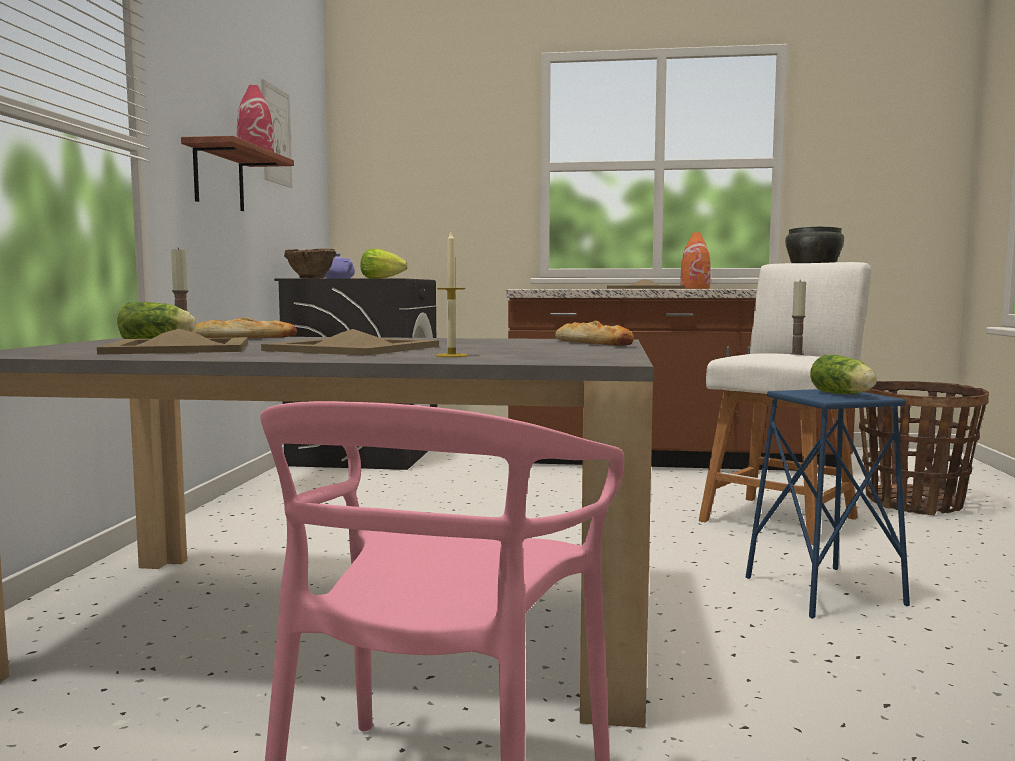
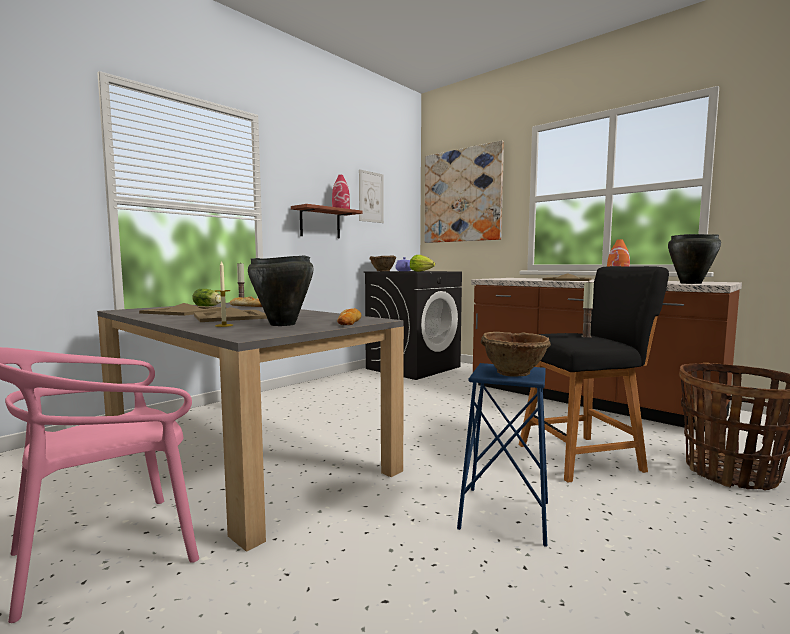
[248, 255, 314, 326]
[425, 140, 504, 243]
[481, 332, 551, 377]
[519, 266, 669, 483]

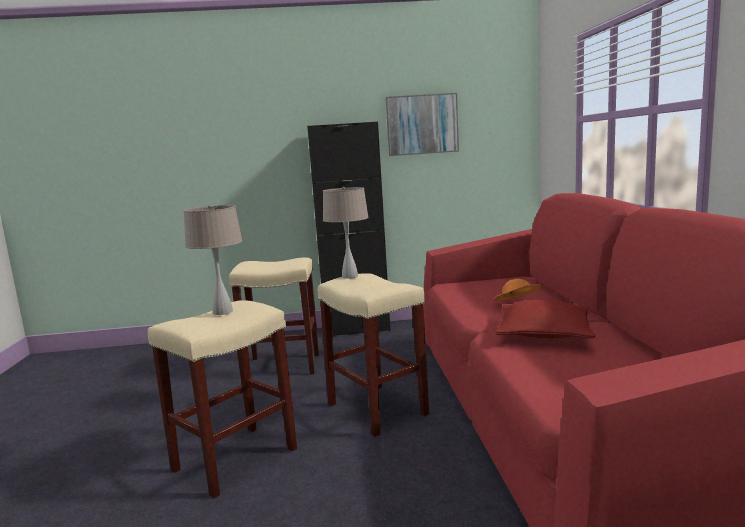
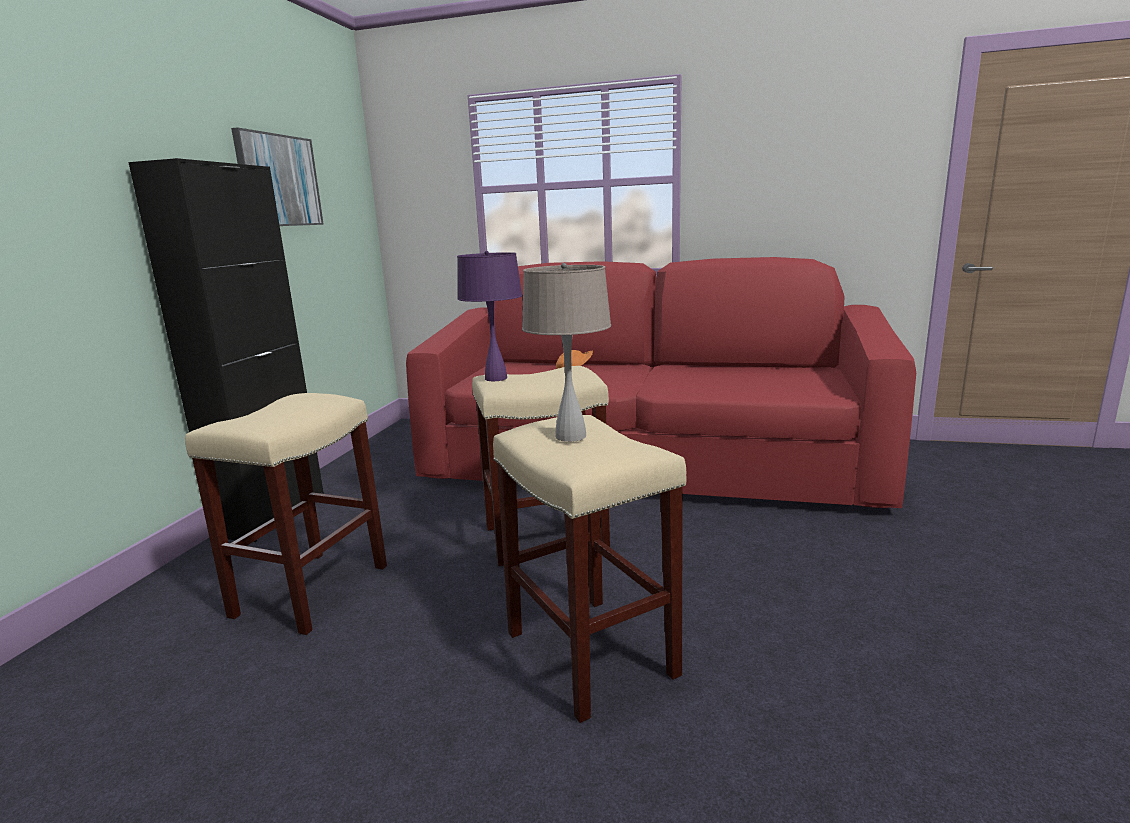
[457, 251, 522, 381]
[495, 300, 596, 338] (first image)

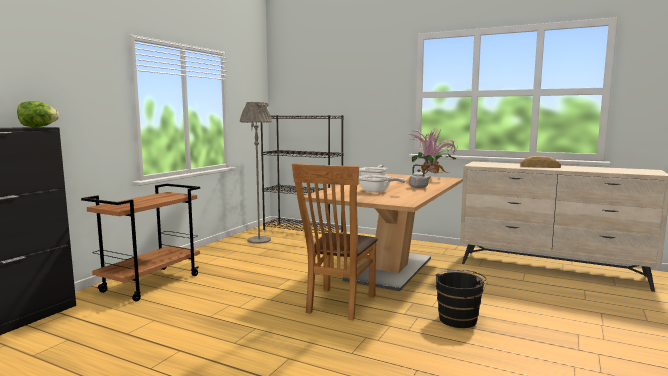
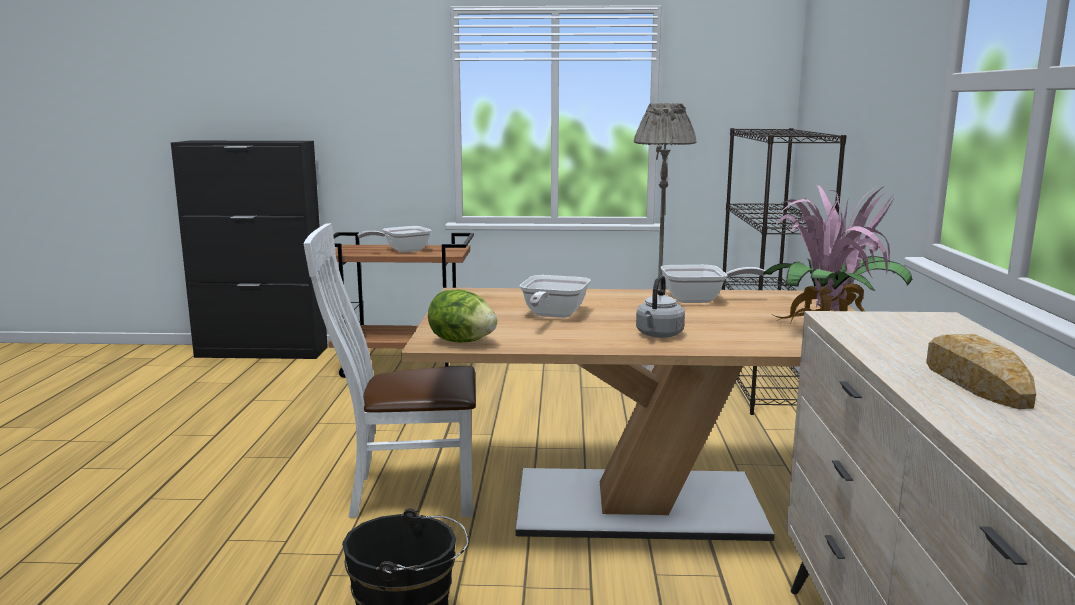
[303, 223, 476, 518]
[358, 226, 432, 253]
[428, 290, 497, 343]

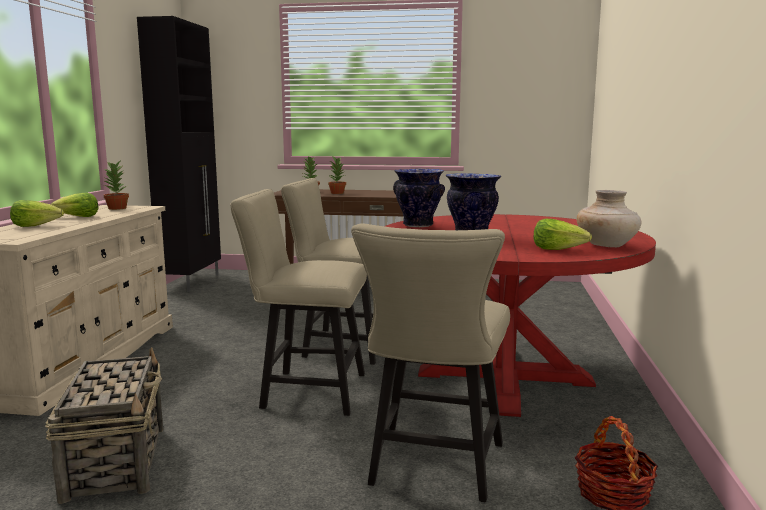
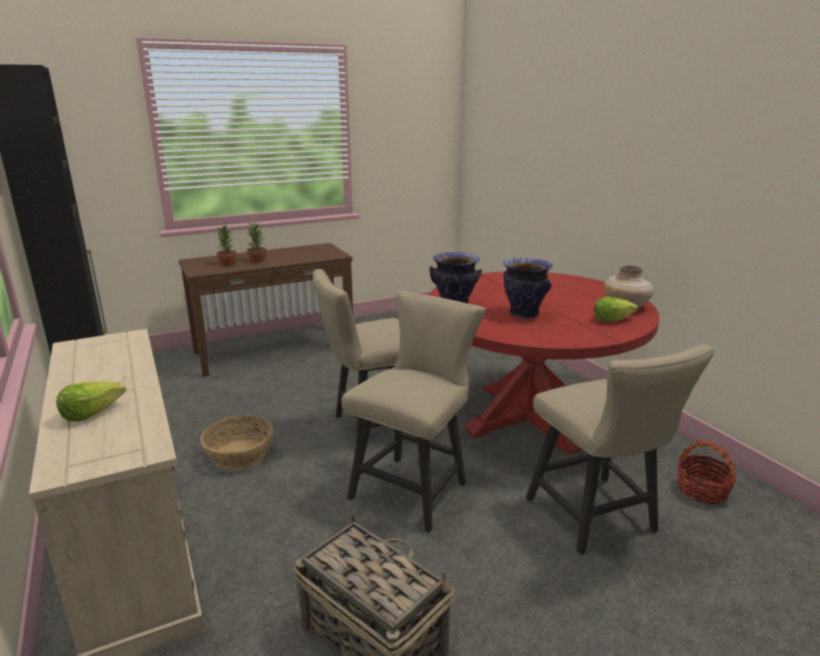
[201, 415, 273, 469]
[341, 291, 486, 533]
[51, 193, 99, 217] (first image)
[104, 161, 129, 210] (first image)

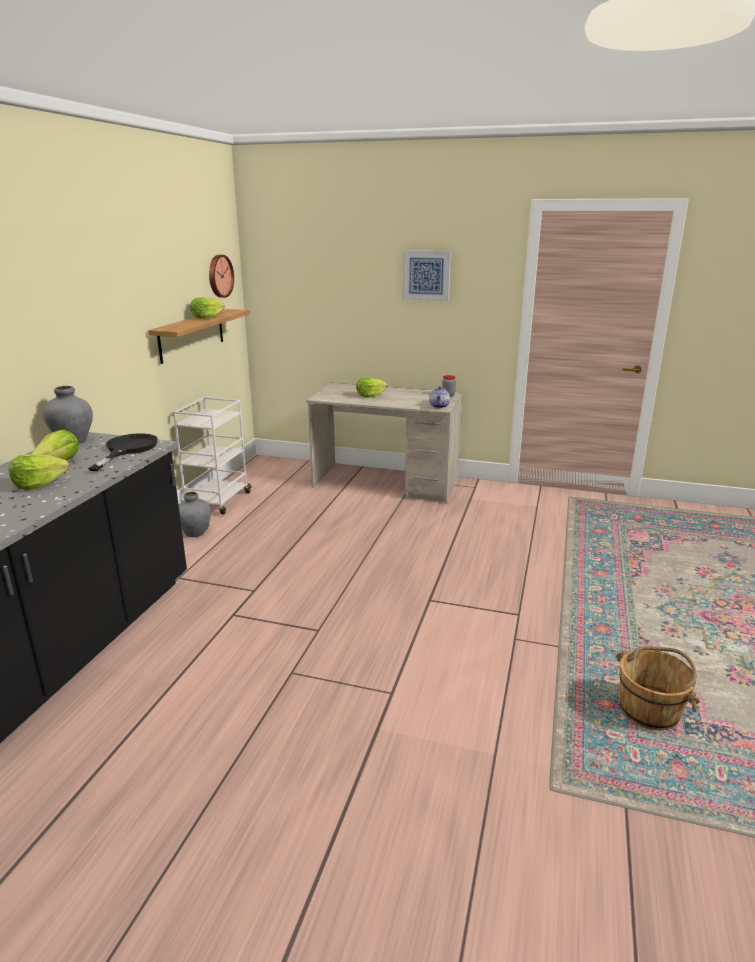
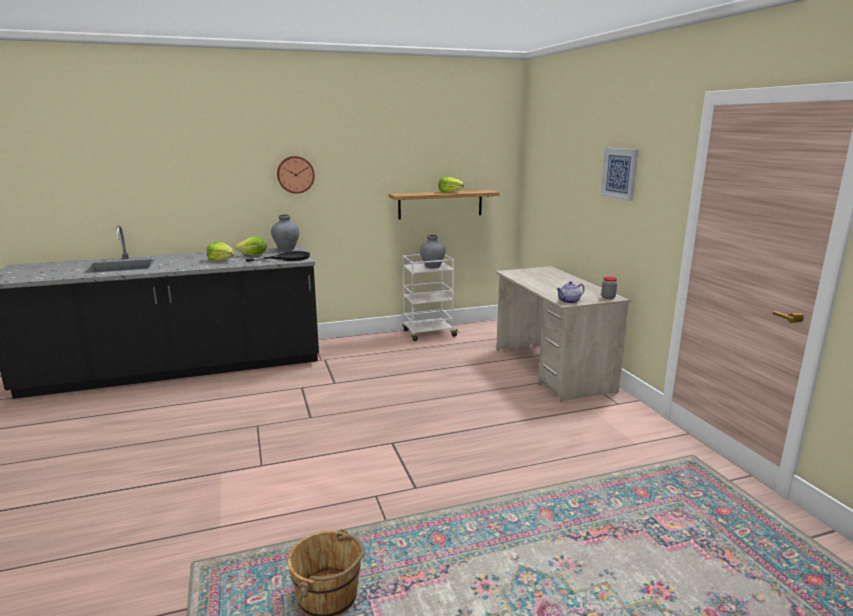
[277, 156, 315, 194]
[420, 235, 446, 268]
[356, 377, 388, 398] (first image)

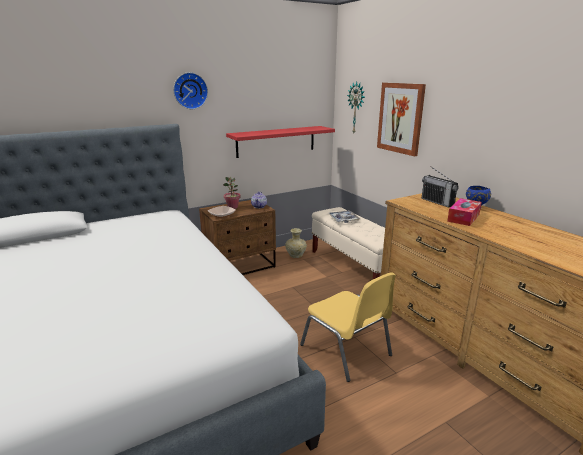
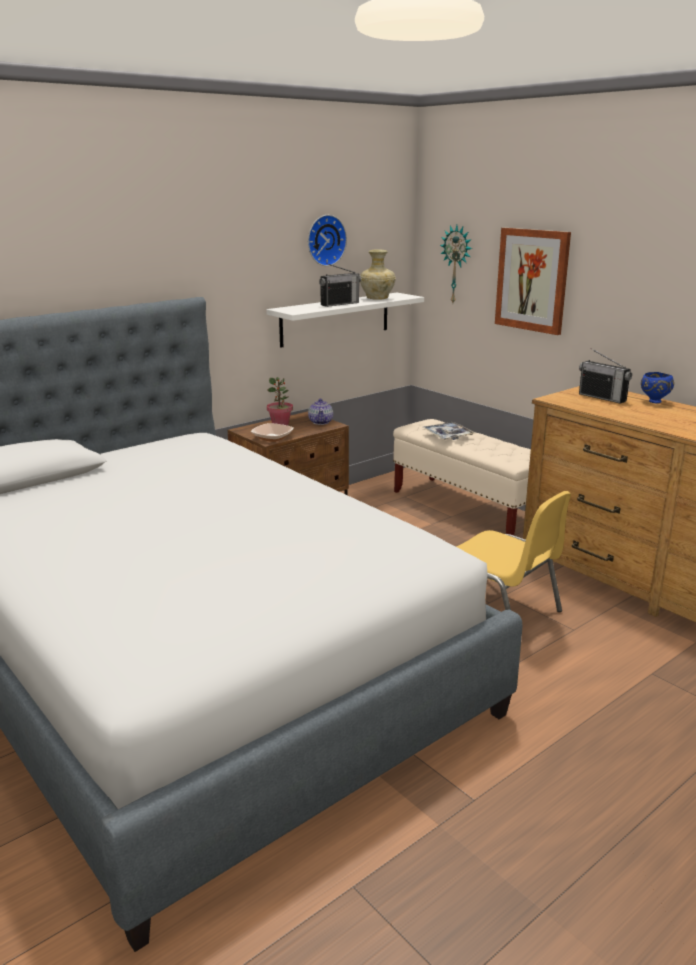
[267, 293, 424, 347]
[308, 215, 347, 266]
[319, 263, 361, 307]
[360, 249, 396, 300]
[447, 198, 482, 226] (first image)

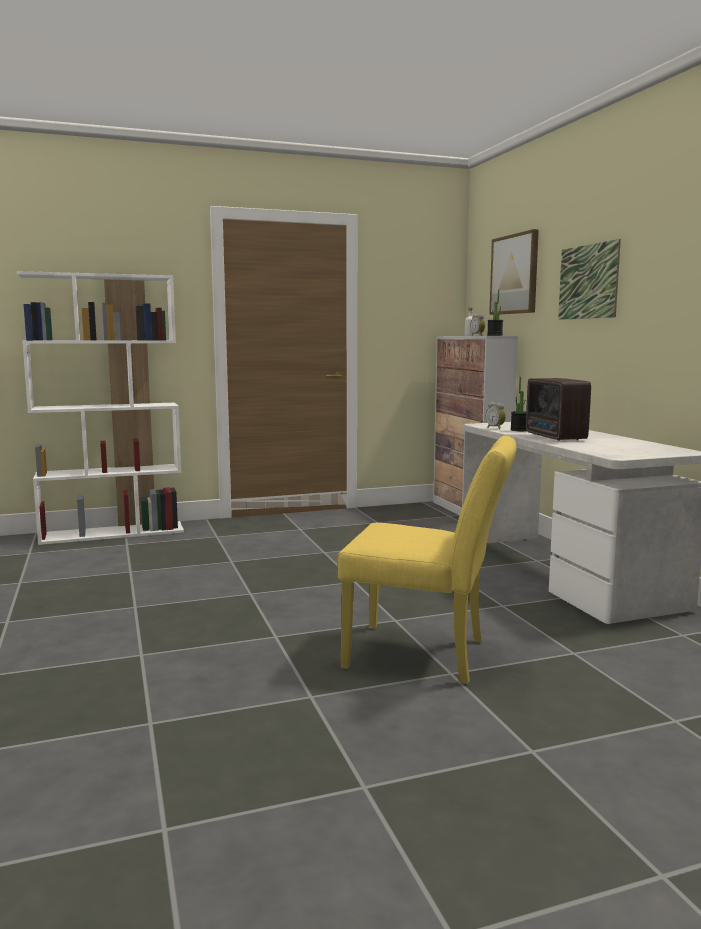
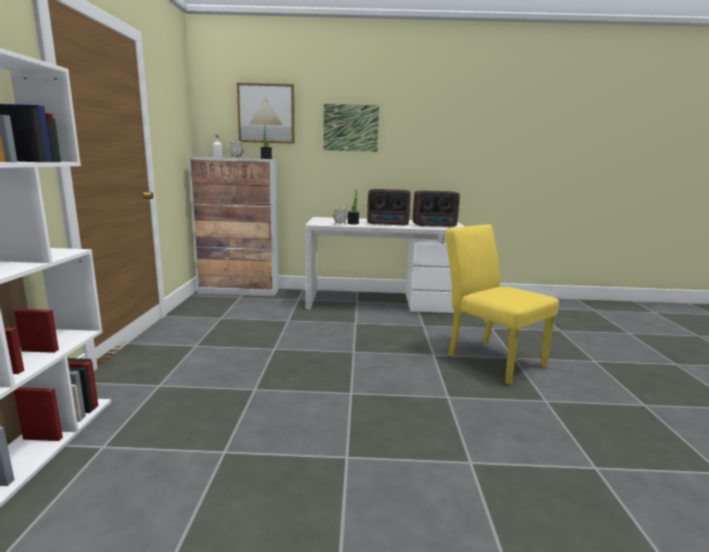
[413, 190, 460, 227]
[445, 224, 559, 385]

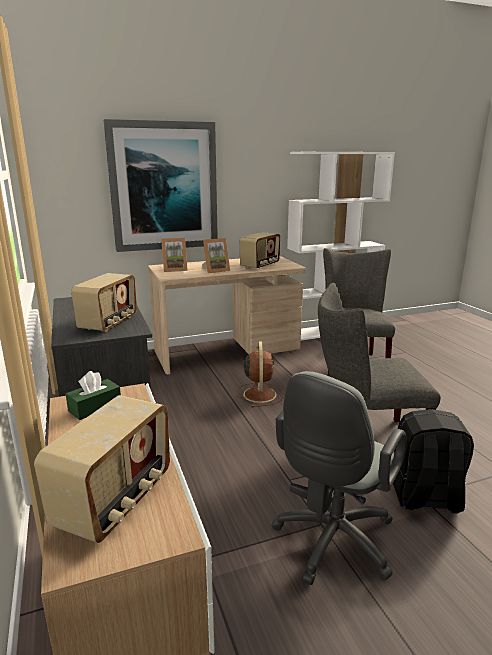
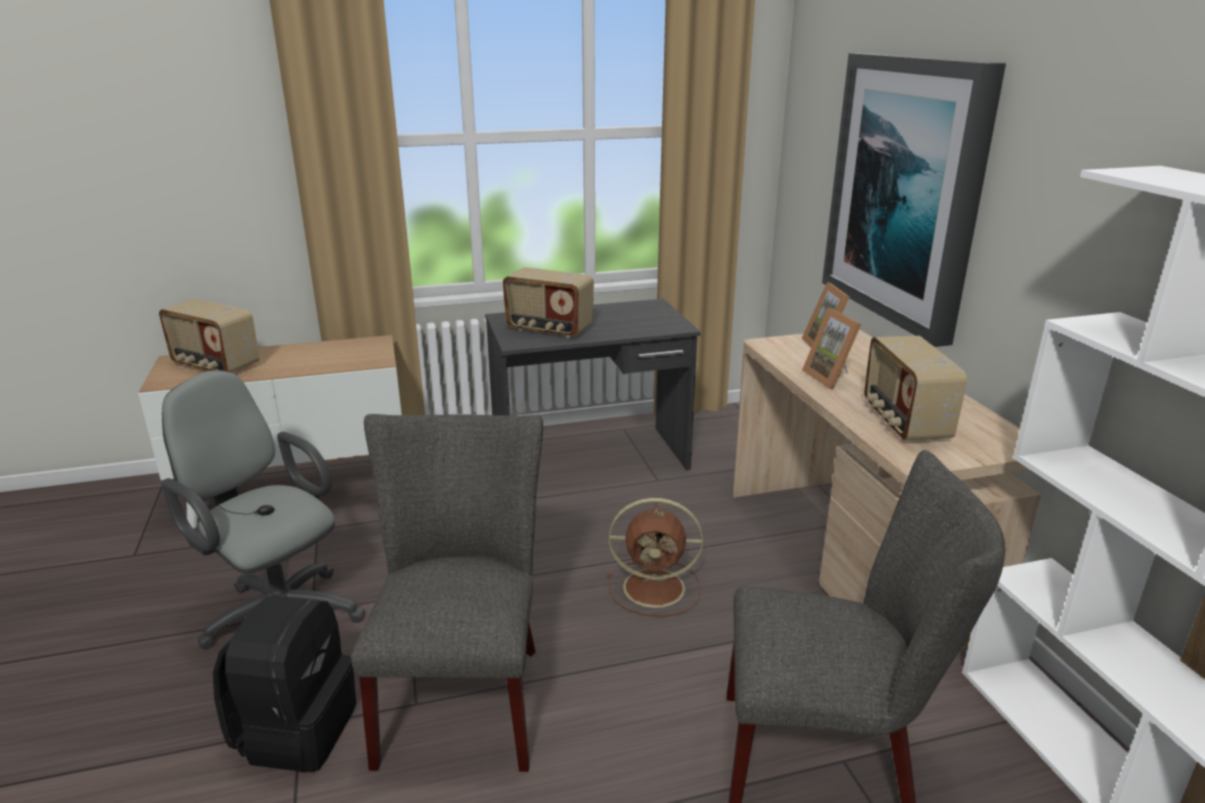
[864, 336, 967, 440]
[66, 371, 121, 420] (first image)

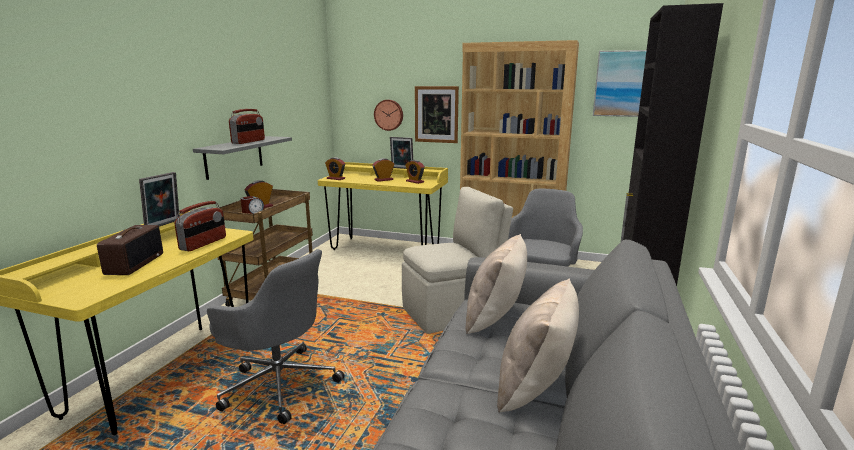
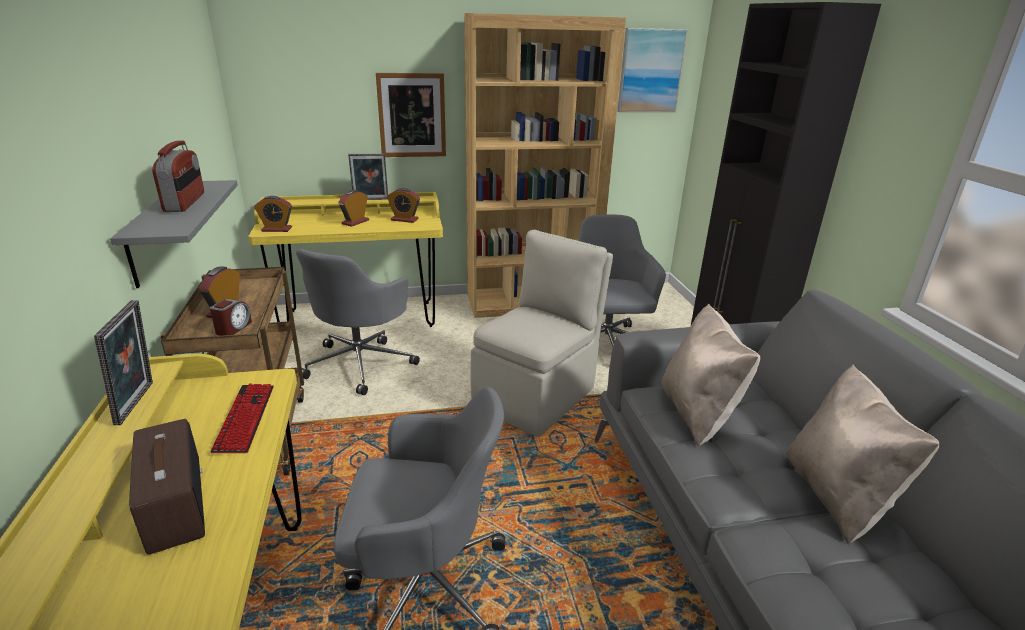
[210, 383, 274, 453]
[296, 249, 420, 395]
[374, 100, 403, 131] (first image)

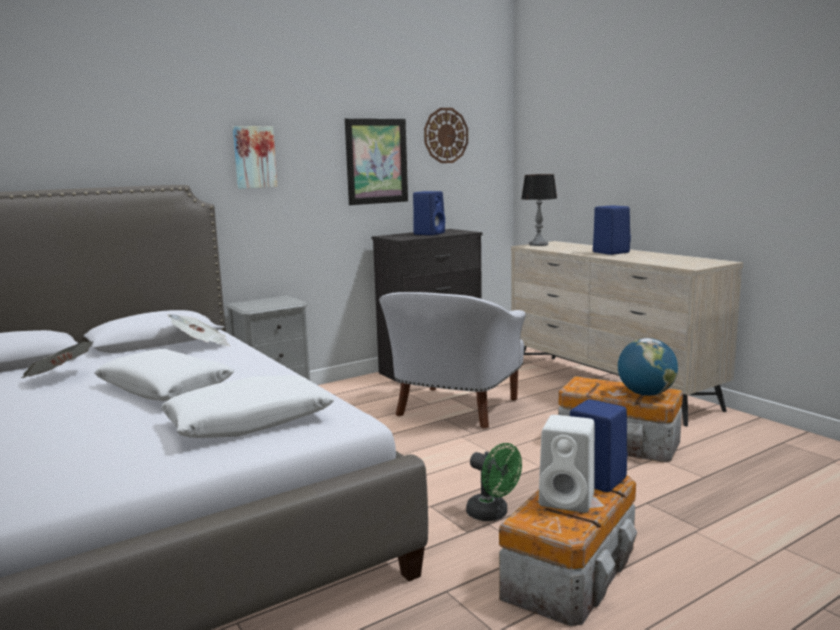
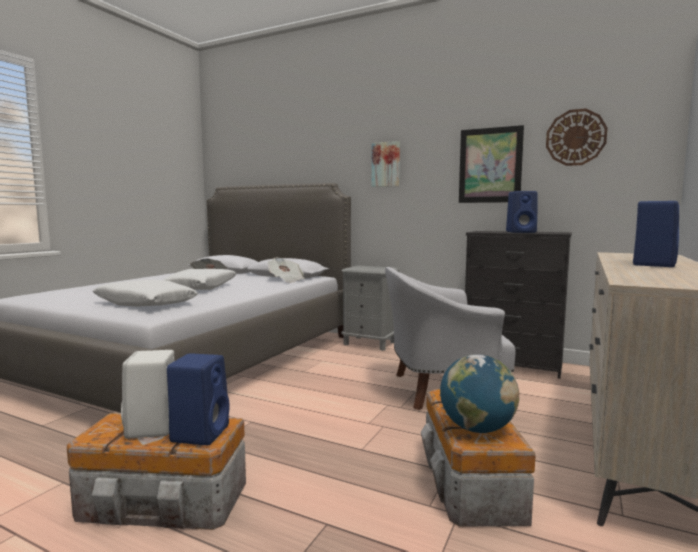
[466, 443, 522, 521] (first image)
[521, 174, 557, 246] (first image)

